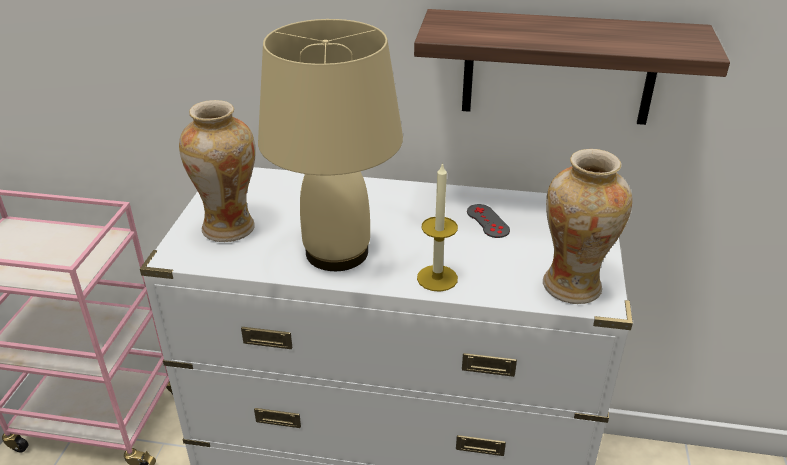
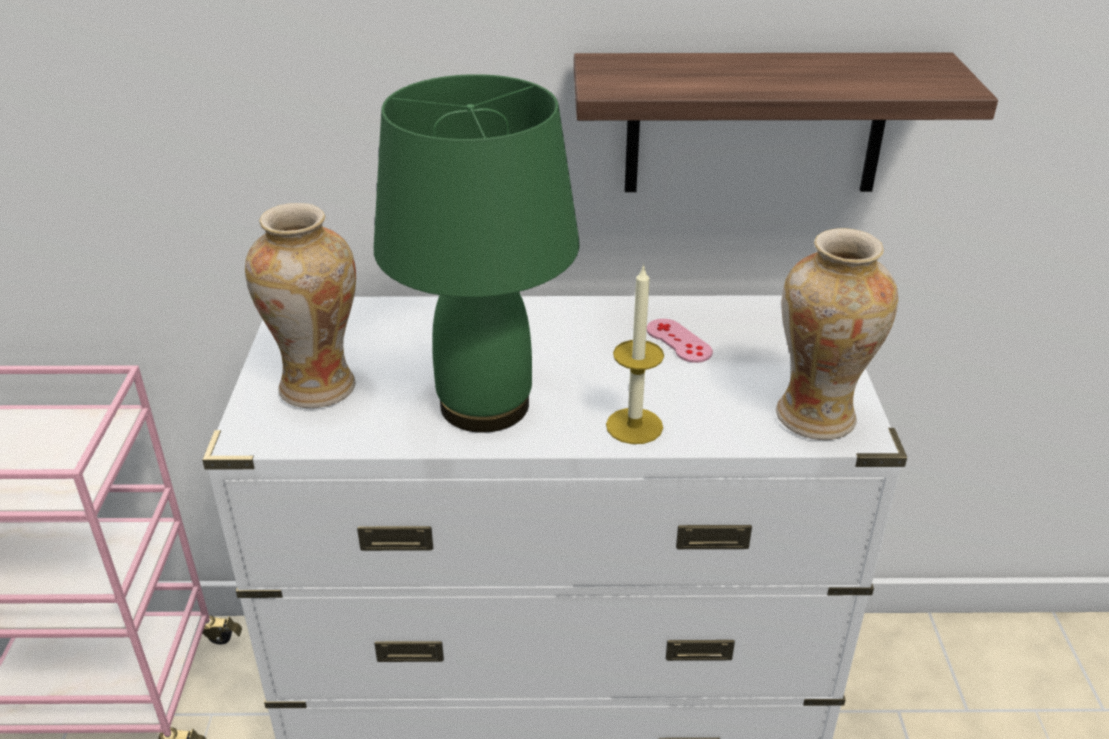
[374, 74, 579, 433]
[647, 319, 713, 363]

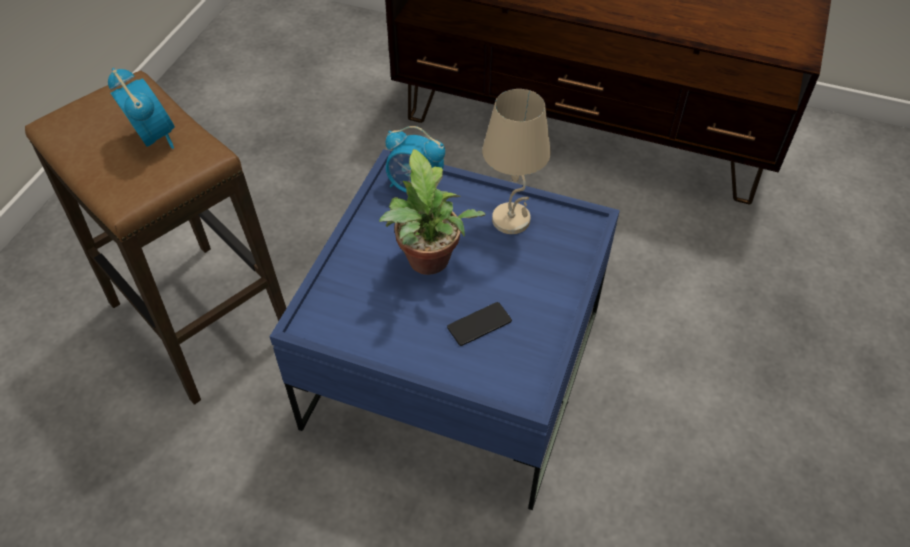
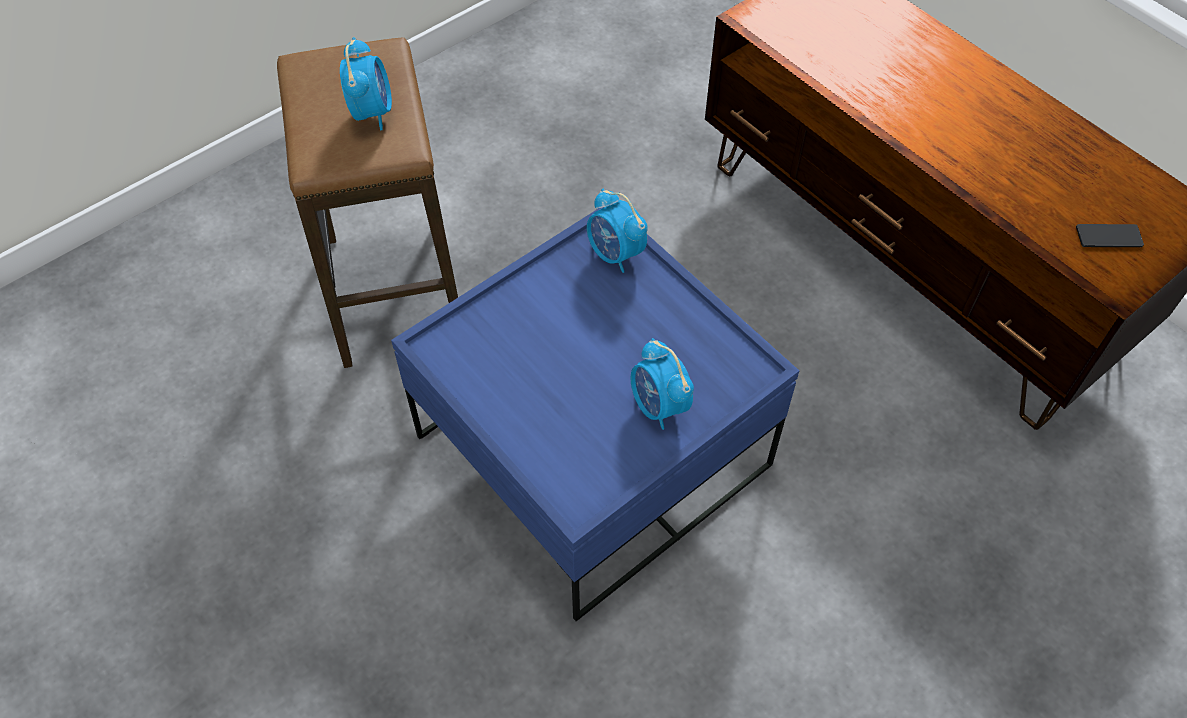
[631, 338, 694, 430]
[1076, 224, 1144, 247]
[379, 149, 486, 275] (first image)
[482, 89, 551, 234] (first image)

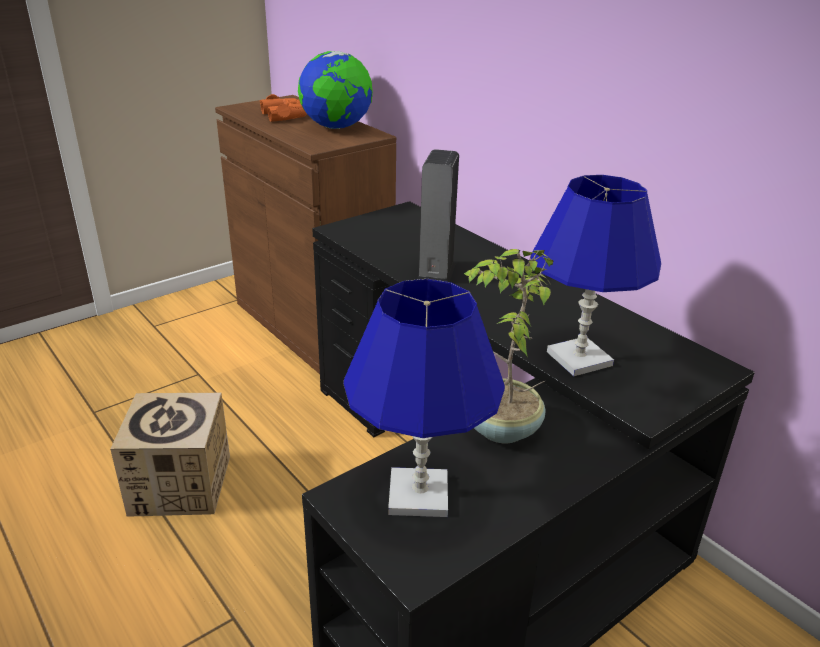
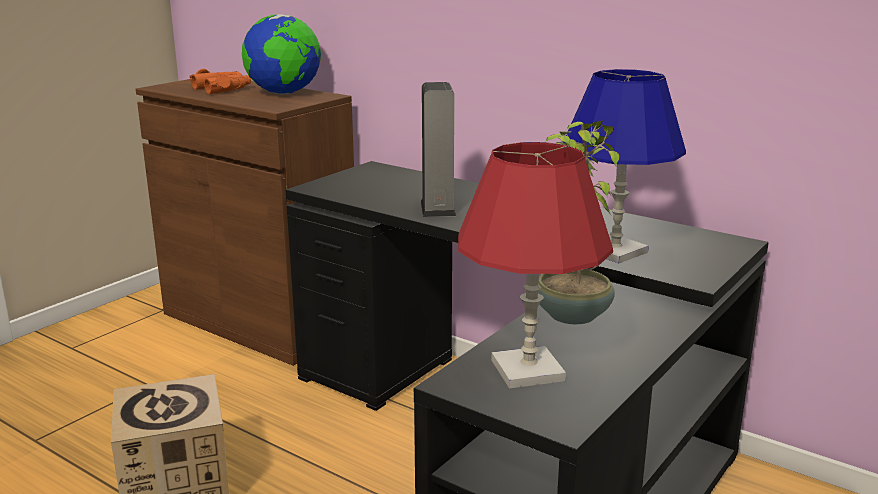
[458, 142, 613, 388]

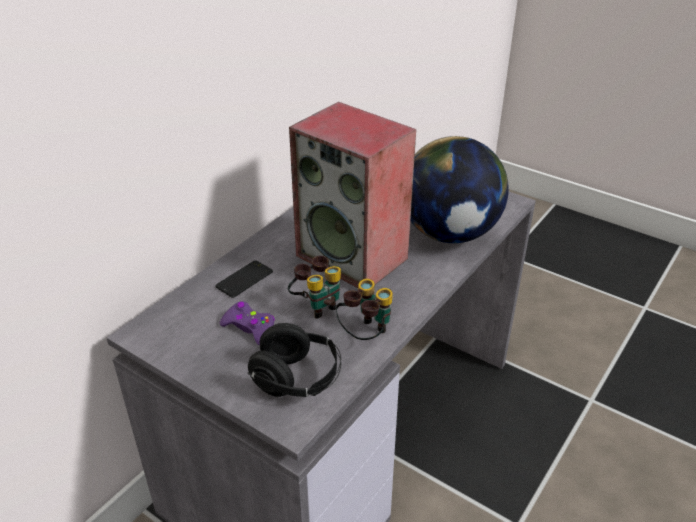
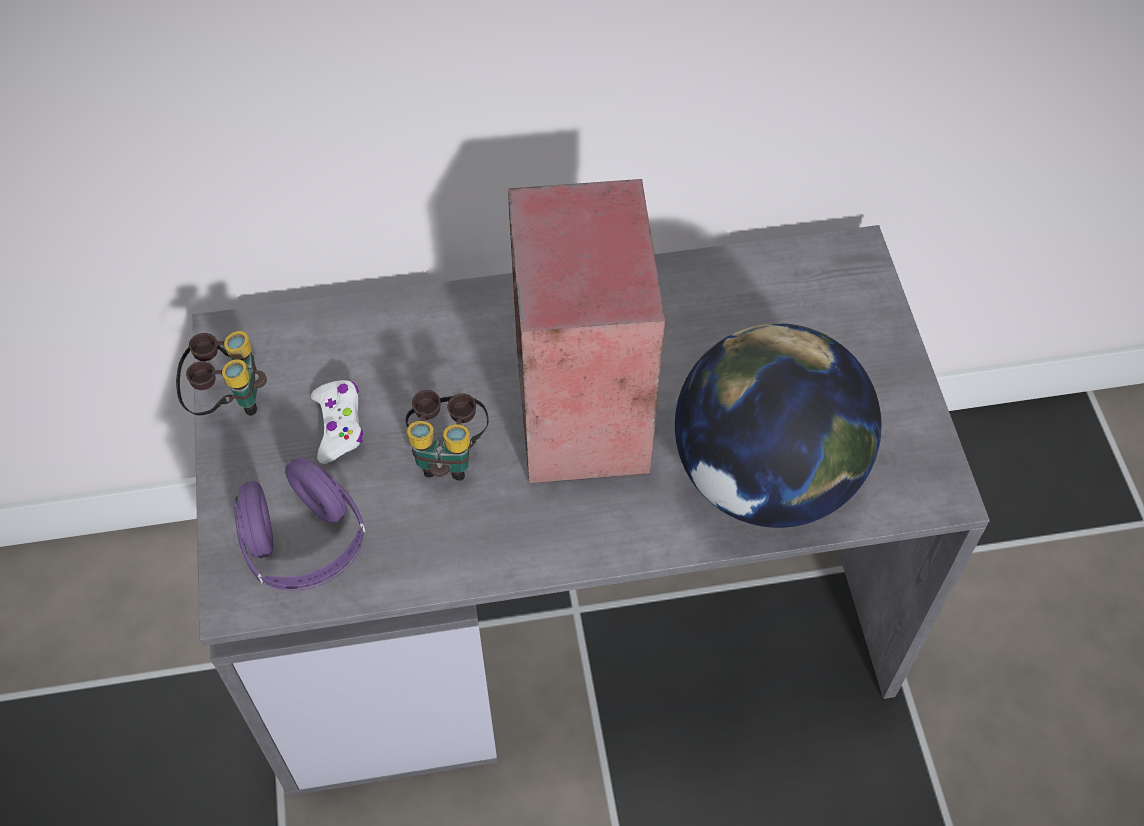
[176, 331, 267, 416]
[234, 458, 366, 591]
[311, 380, 363, 464]
[215, 260, 273, 298] (first image)

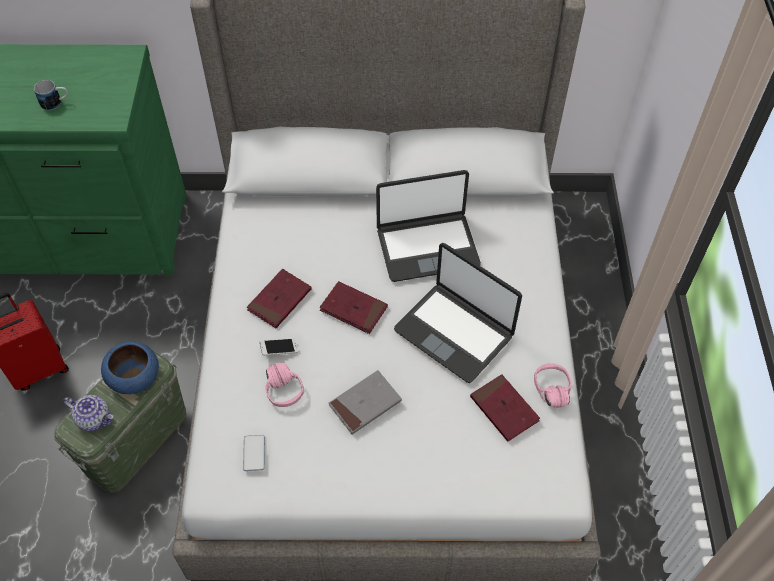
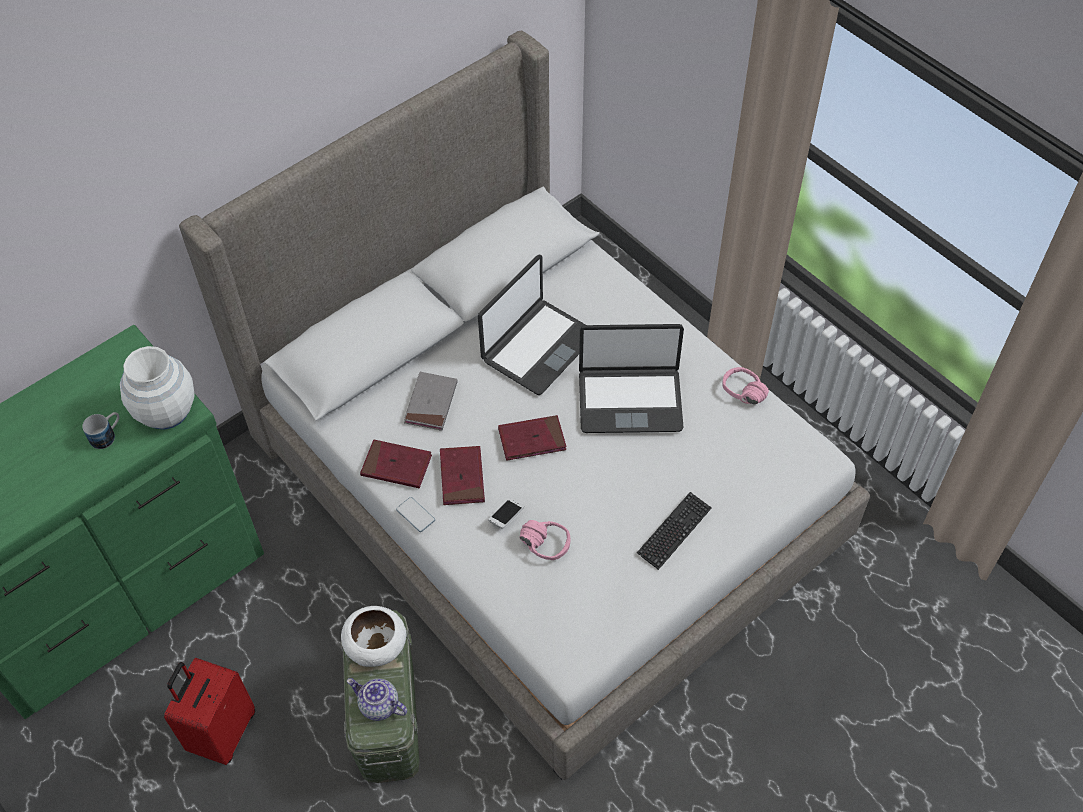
[120, 346, 195, 430]
[341, 606, 407, 667]
[347, 678, 407, 721]
[360, 440, 432, 488]
[396, 497, 435, 532]
[404, 372, 458, 431]
[637, 492, 712, 570]

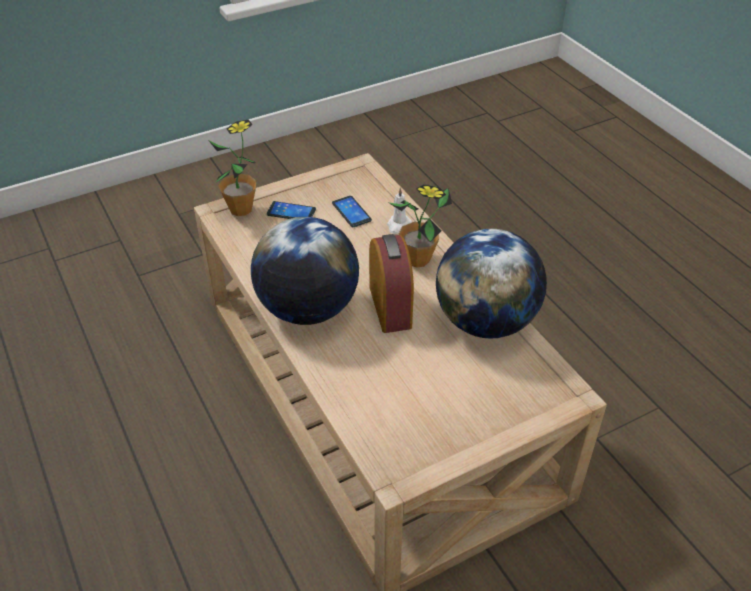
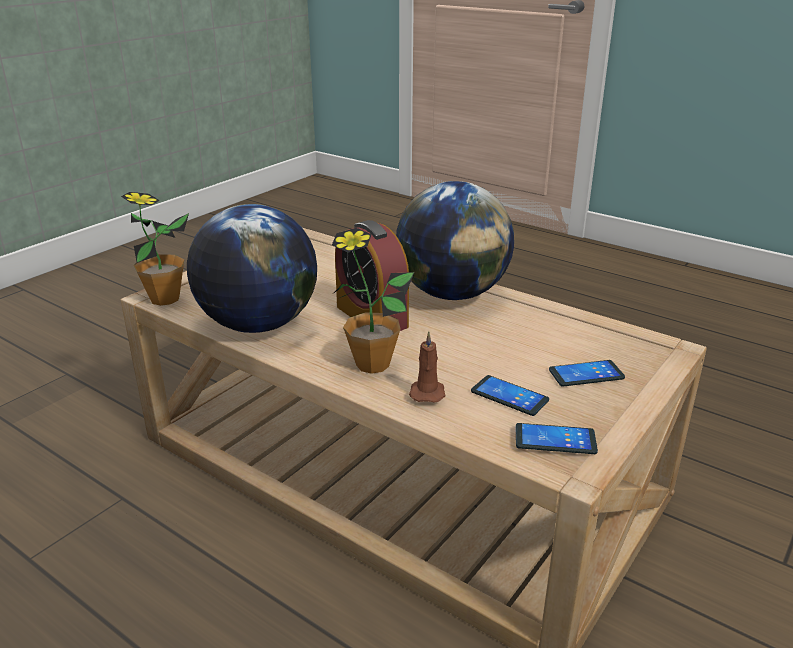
[121, 192, 189, 306]
[409, 332, 445, 402]
[516, 423, 598, 454]

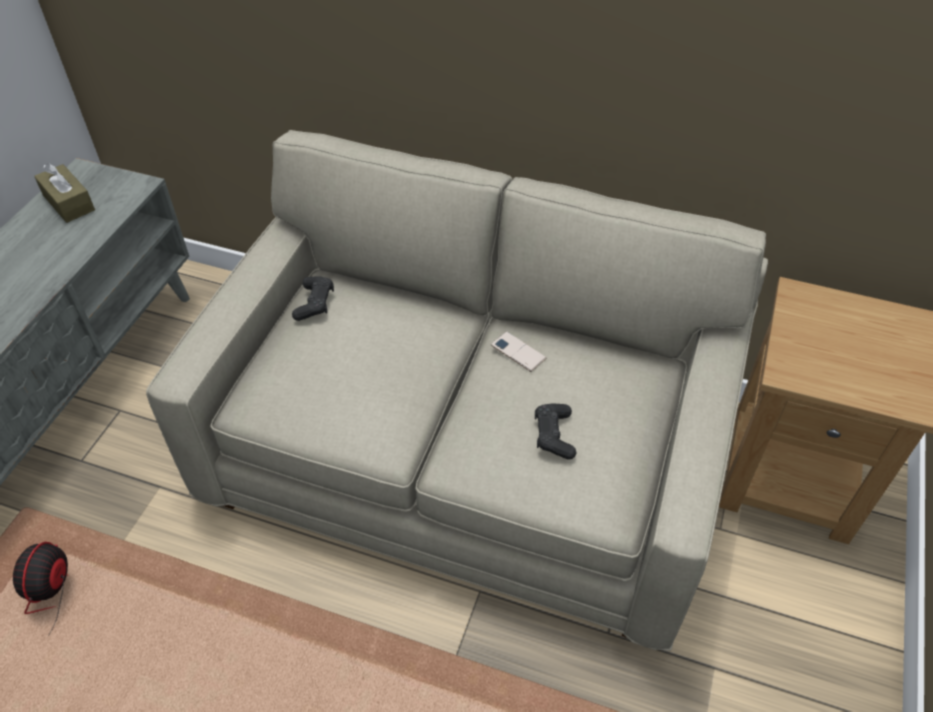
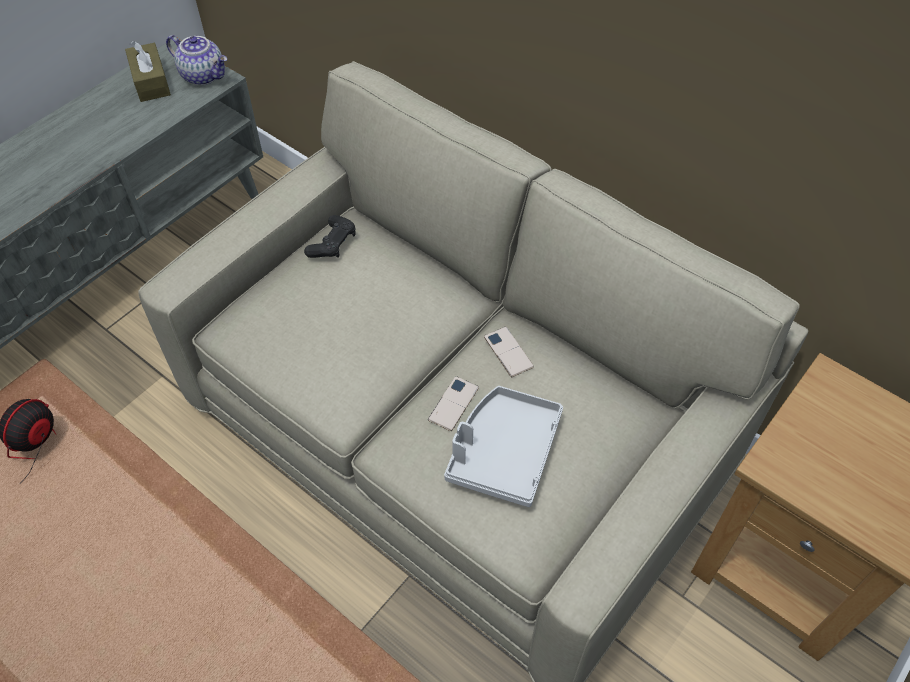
[166, 35, 227, 85]
[428, 376, 479, 431]
[444, 386, 563, 507]

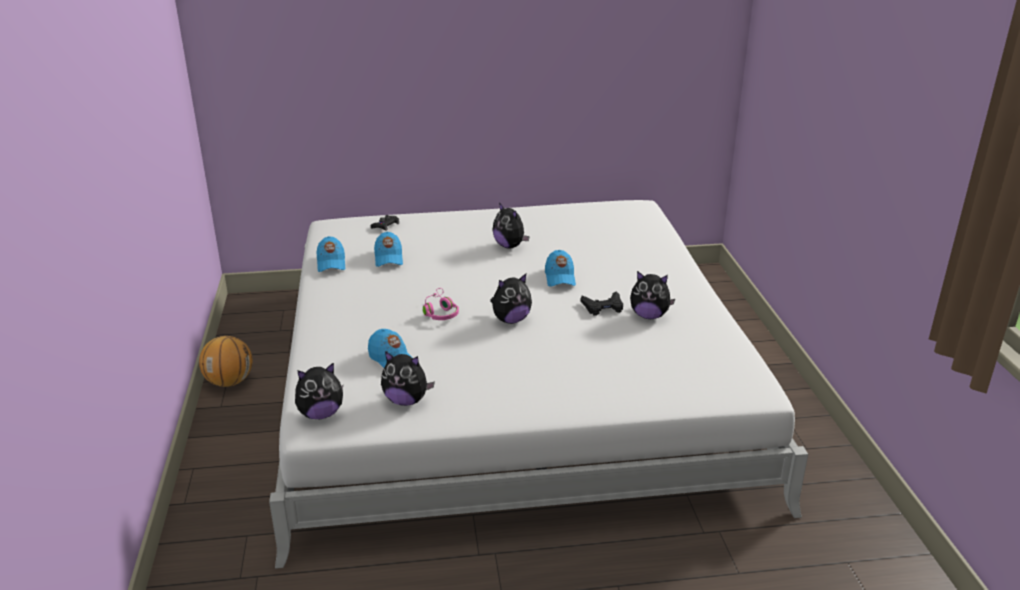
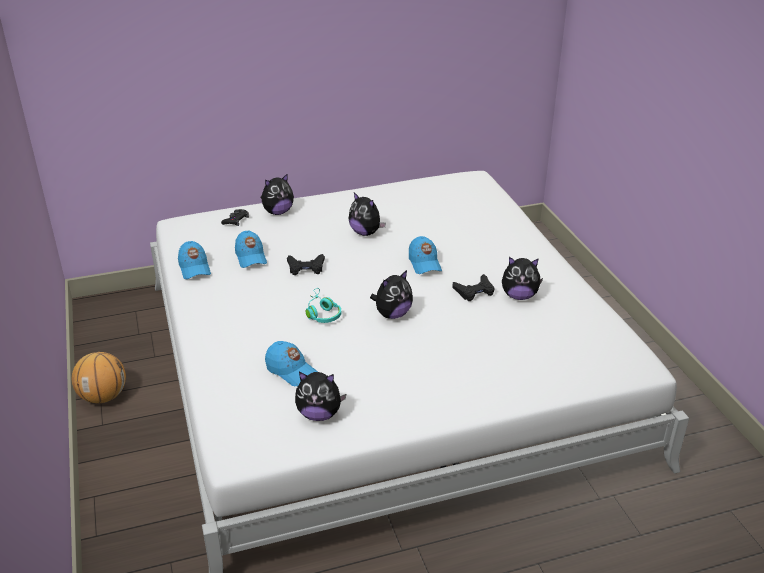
[261, 173, 294, 215]
[287, 254, 325, 275]
[306, 288, 341, 323]

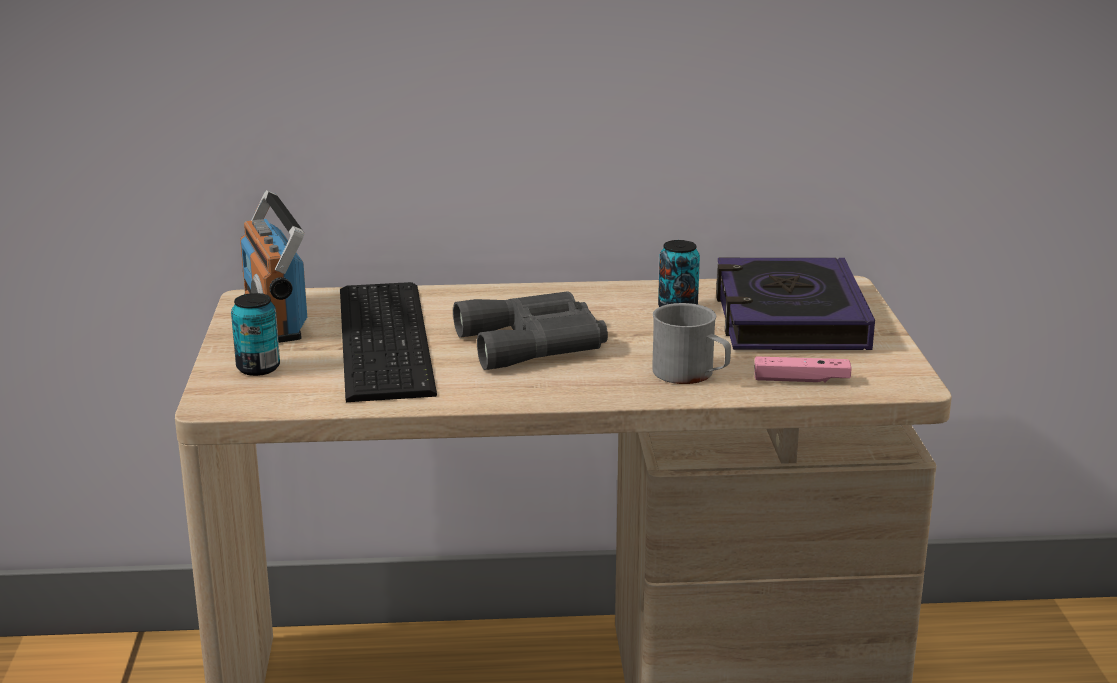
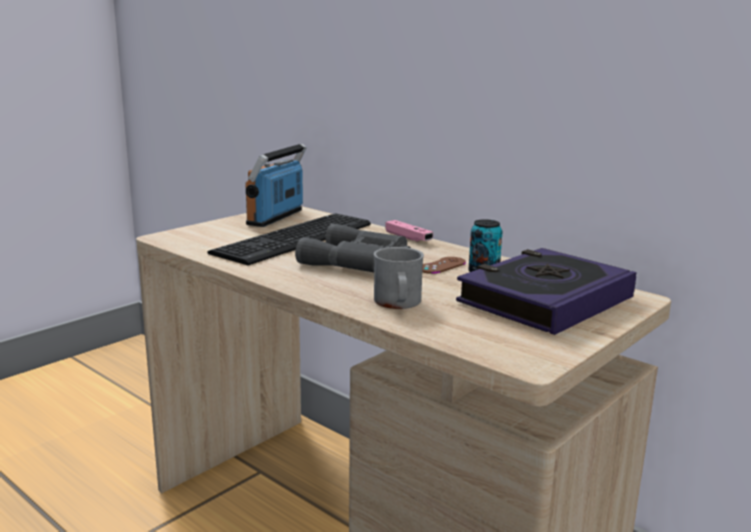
[385, 220, 433, 242]
[422, 257, 466, 274]
[231, 293, 280, 376] (first image)

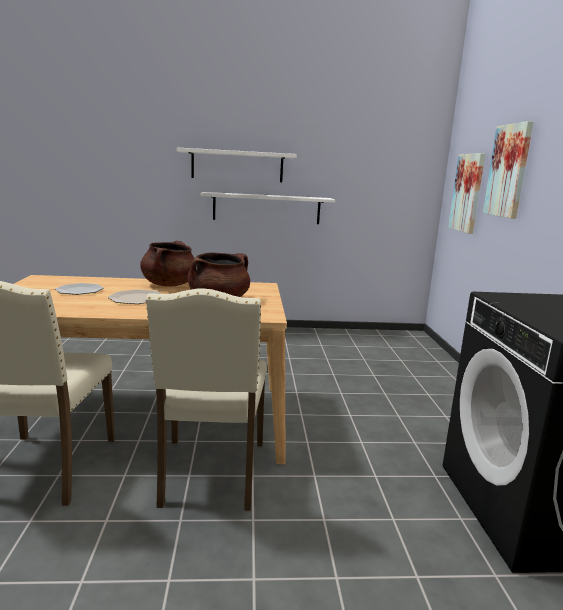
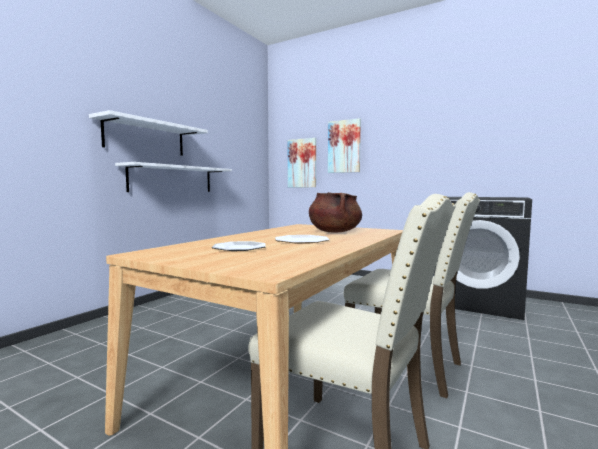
[140, 241, 195, 287] (first image)

